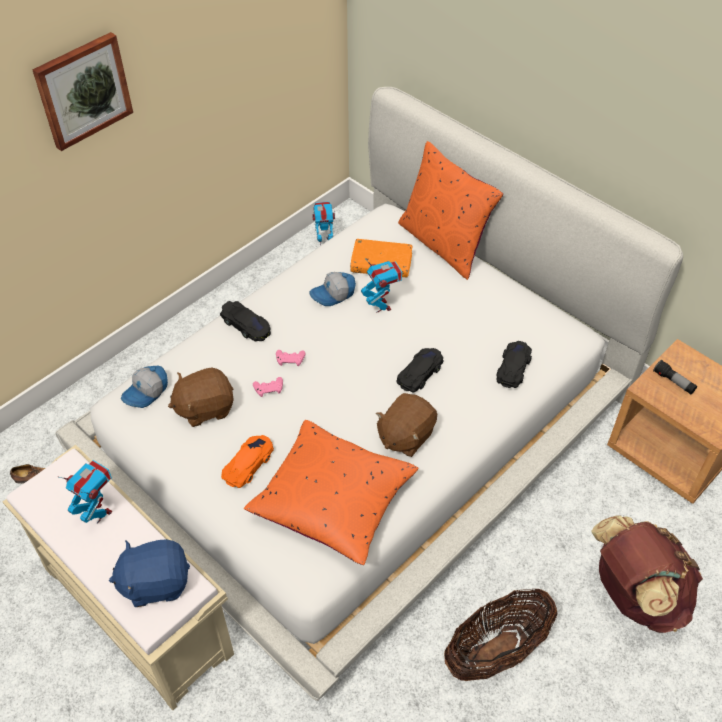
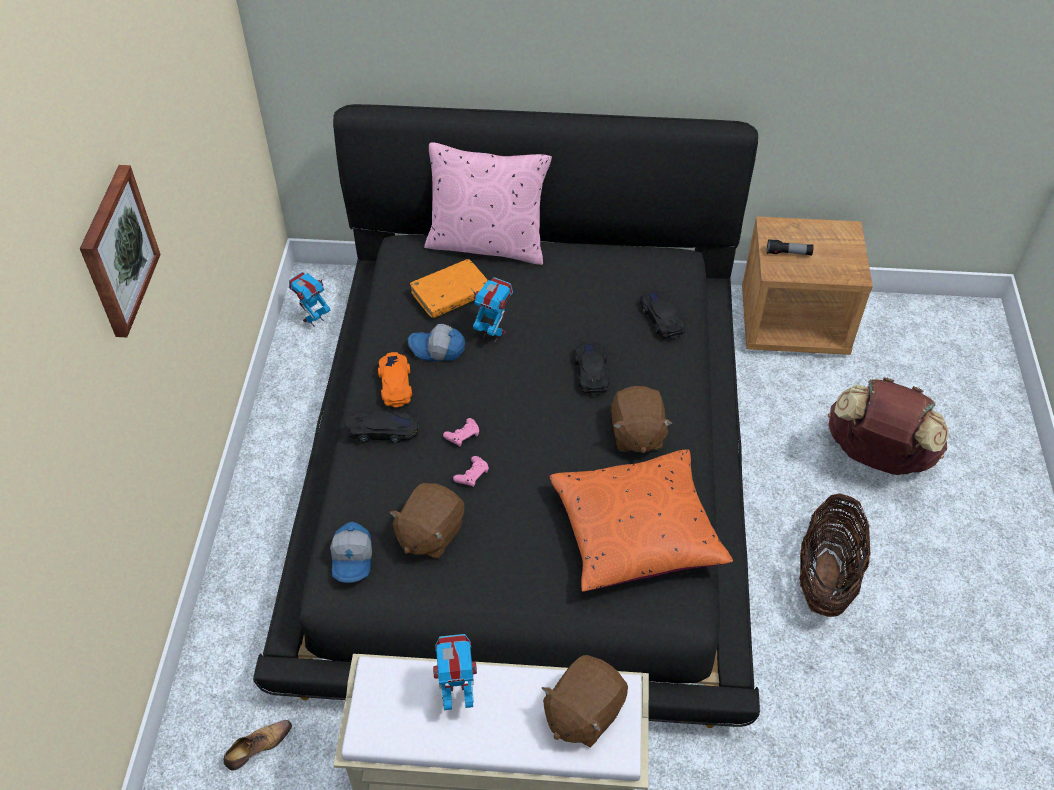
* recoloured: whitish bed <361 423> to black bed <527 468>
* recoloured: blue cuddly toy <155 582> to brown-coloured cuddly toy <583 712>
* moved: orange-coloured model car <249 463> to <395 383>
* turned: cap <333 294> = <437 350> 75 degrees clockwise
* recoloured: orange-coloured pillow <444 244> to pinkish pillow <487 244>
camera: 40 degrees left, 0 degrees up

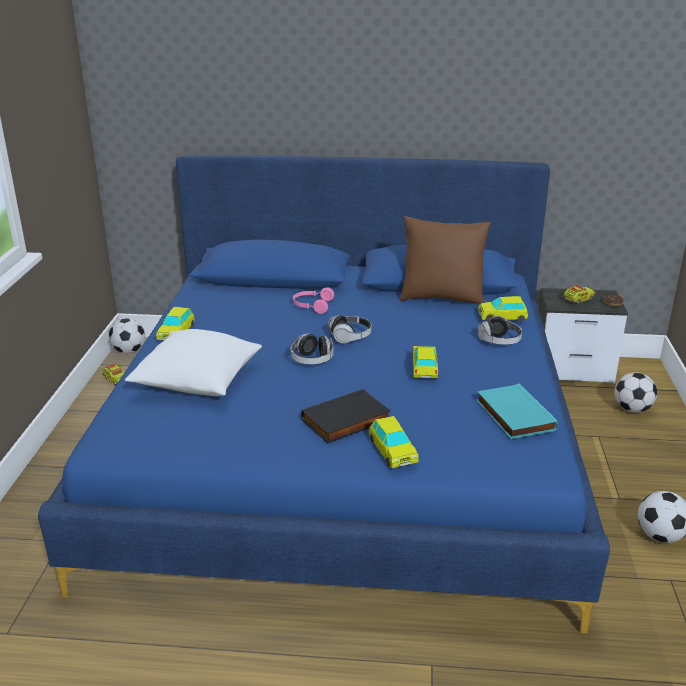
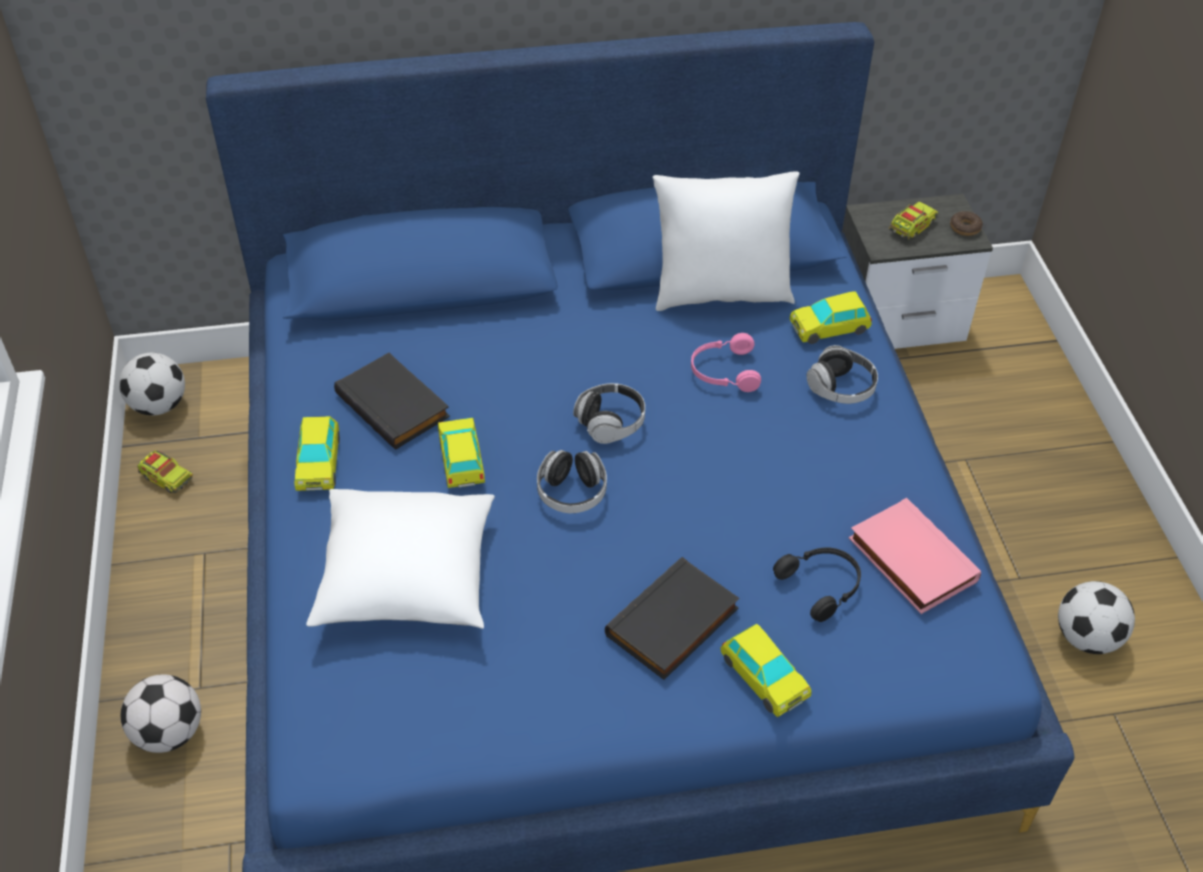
* moved: pinkish pair of headphones <312 305> to <723 371>
* recoloured: brown-coloured pillow <441 298> to whitish pillow <720 293>
* moved: model car <424 368> to <461 460>
* recoloured: blue-green book <513 415> to pinkish book <909 560>
* moved: ball for football <632 409> to <169 733>
* added: black book <395 404>
* added: black pair of headphones <821 585>
camera: 15 degrees left, 20 degrees up

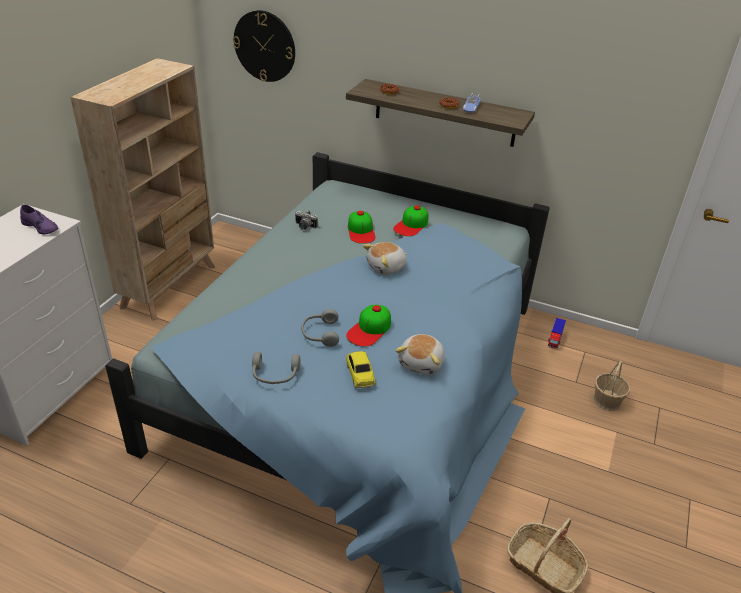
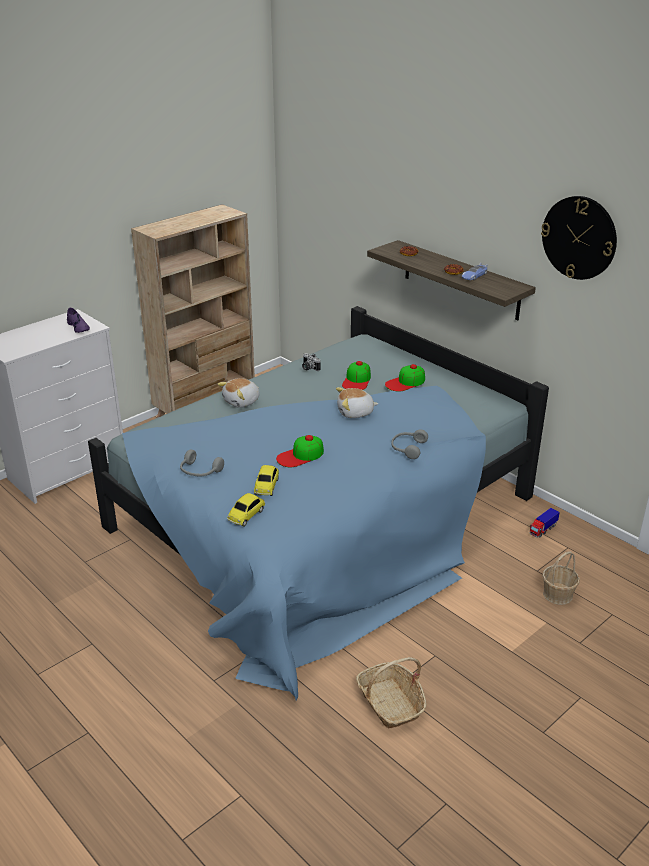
* moved: hanging clock <265 46> to <579 237>
* moved: grey pair of headphones <320 334> to <407 448>
* moved: cuddly toy <422 363> to <242 402>
* added: model car <246 515>
camera: 25 degrees right, 5 degrees down

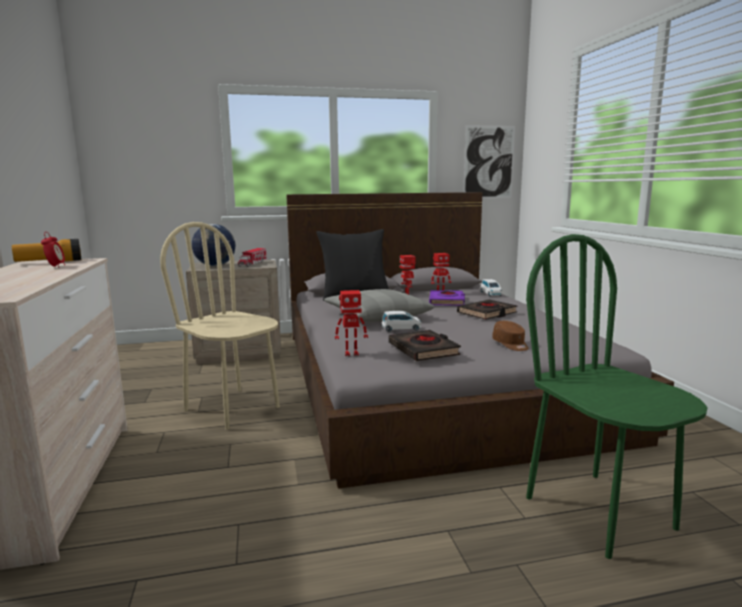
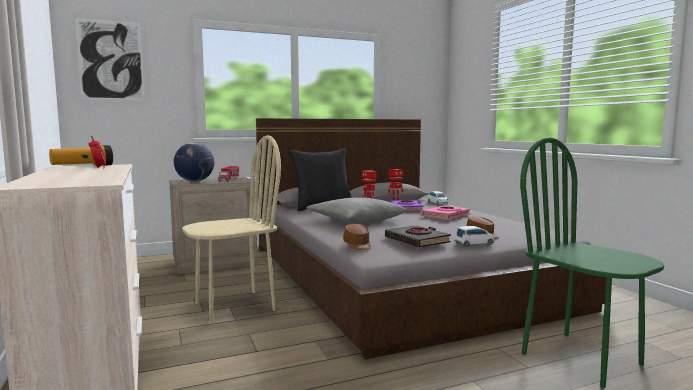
* turned: sand-coloured plain chair <233 408> = <234 306> 120 degrees clockwise
* replaced: model robot <351 353> to brown-coloured cap <357 245>
* moved: whitish model car <401 329> to <474 244>
* recoloured: black book <487 313> to pinkish book <446 216>
* moved: picture <489 162> to <111 60>
camera: 10 degrees left, 5 degrees down

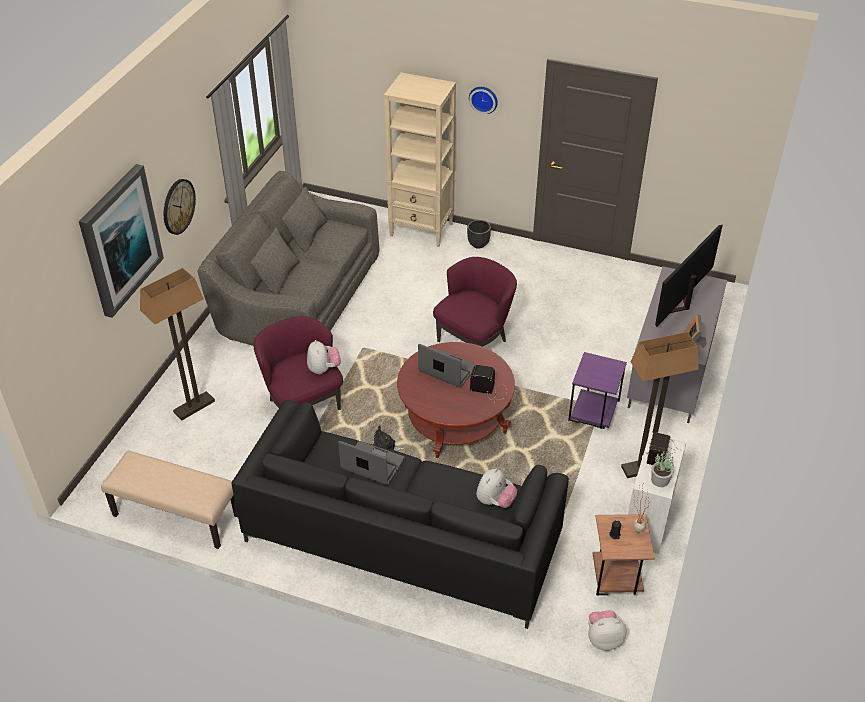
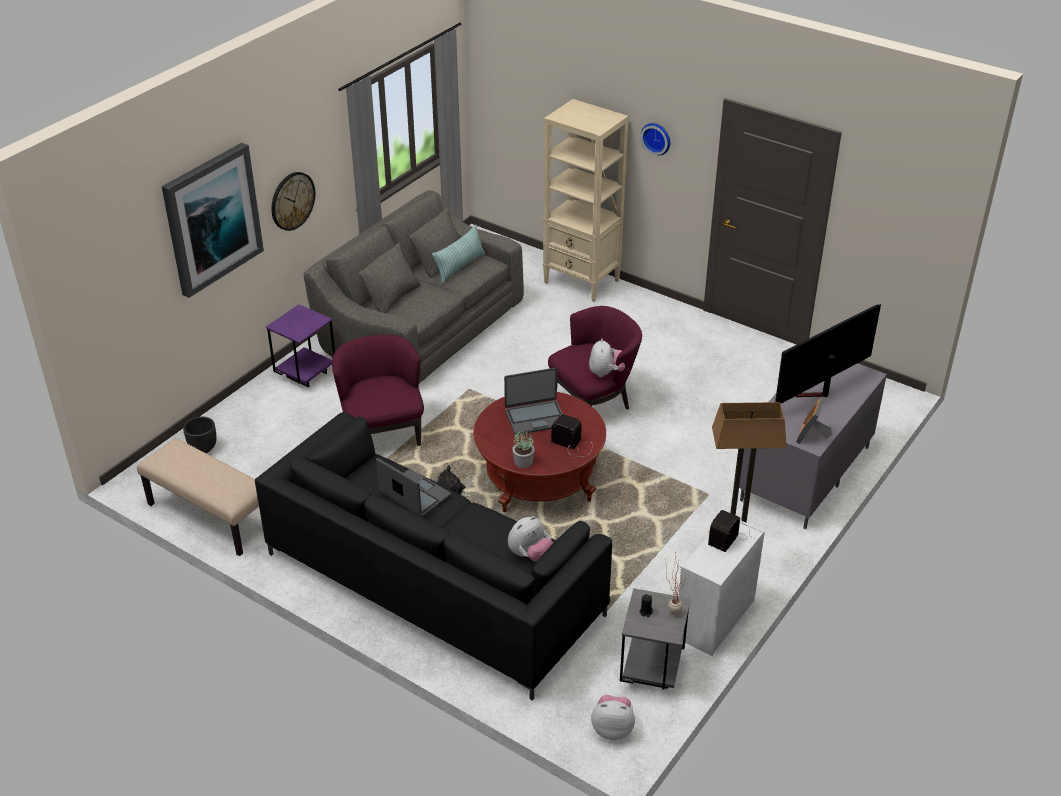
* removed: standing lamp <194 407>
* moved: cuddly toy <323 369> to <606 373>
* turned: portable computer <447 370> = <535 417> 120 degrees clockwise
* moved: black plant pot <478 244> to <203 449>
* moved: purple accent table <592 416> to <305 375>
* recoloured: brown-coloured accent table <614 579> to grey accent table <650 672>
* moved: houseplant <660 480> to <523 462>
* added: pillow <459 267>
camera: 15 degrees right, 5 degrees down

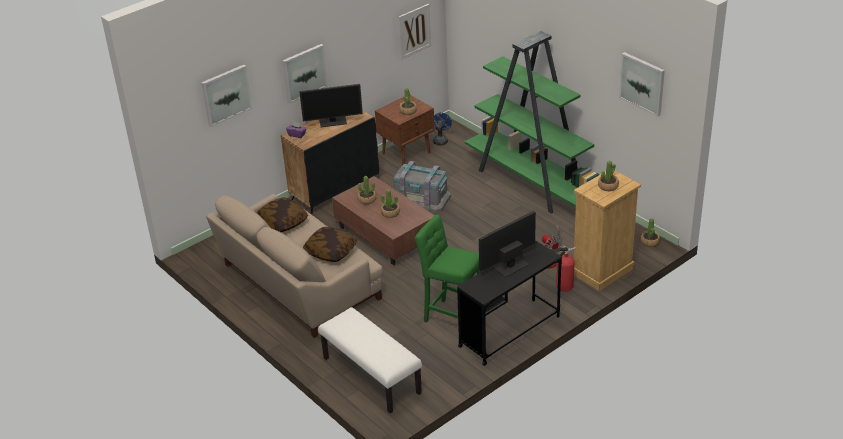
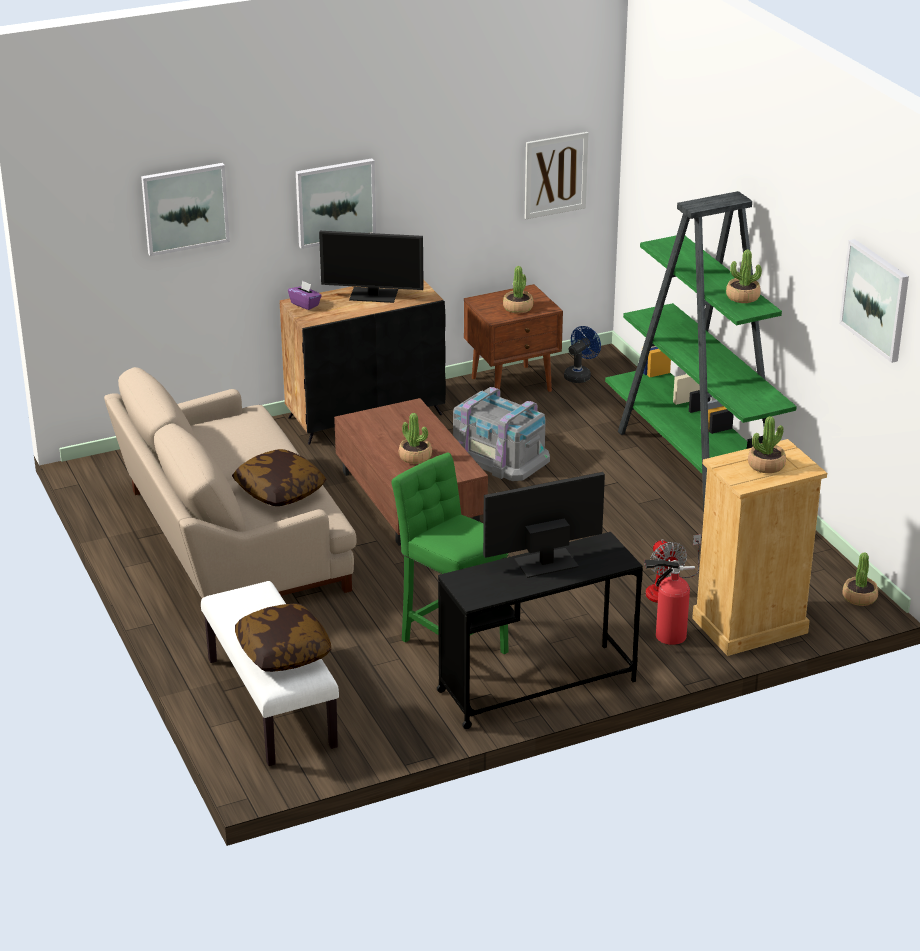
* moved: pillow <283 222> to <283 652>
* moved: houseplant <367 199> to <742 297>
camera: 15 degrees right, 5 degrees down

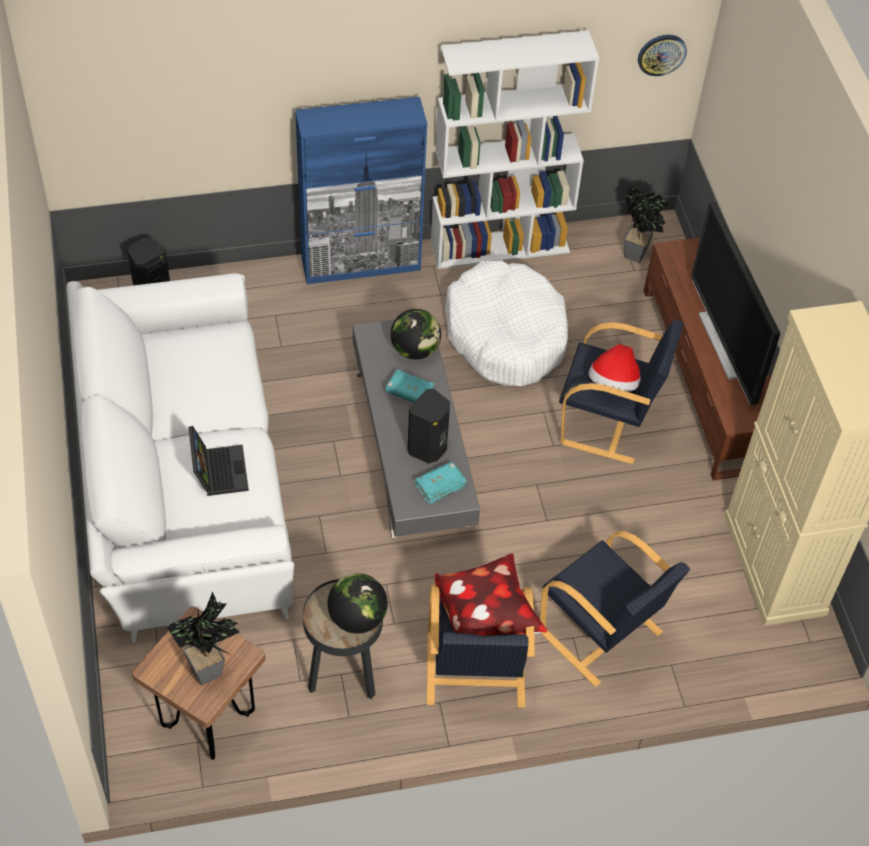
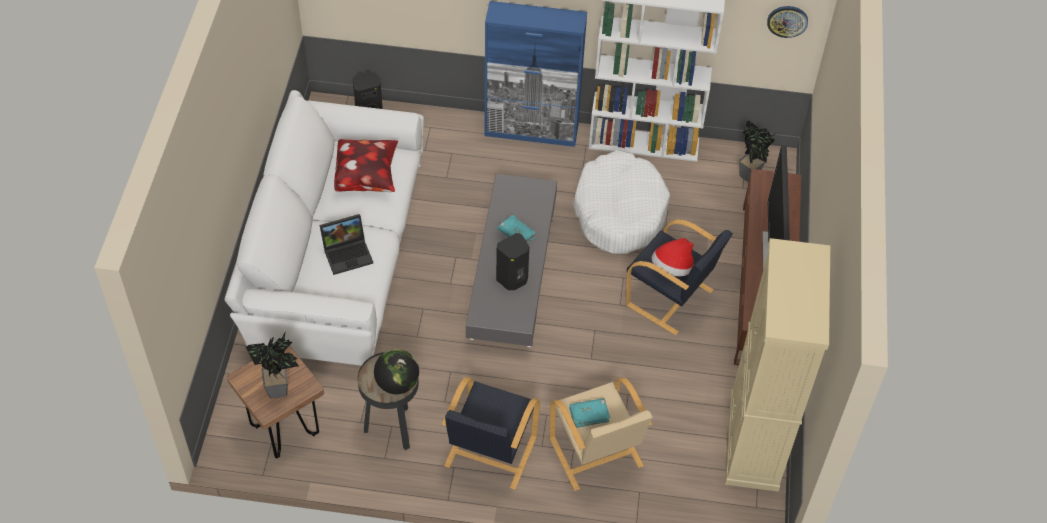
* turned: portable computer <218 470> = <348 253> 60 degrees clockwise
* removed: world globe <415 350>
* moved: blue-green book <440 486> to <589 415>
* moved: pillow <487 616> to <367 177>
* recoloured: black easy chair <601 634> to sand-coloured easy chair <596 454>
camera: 20 degrees right, 0 degrees up

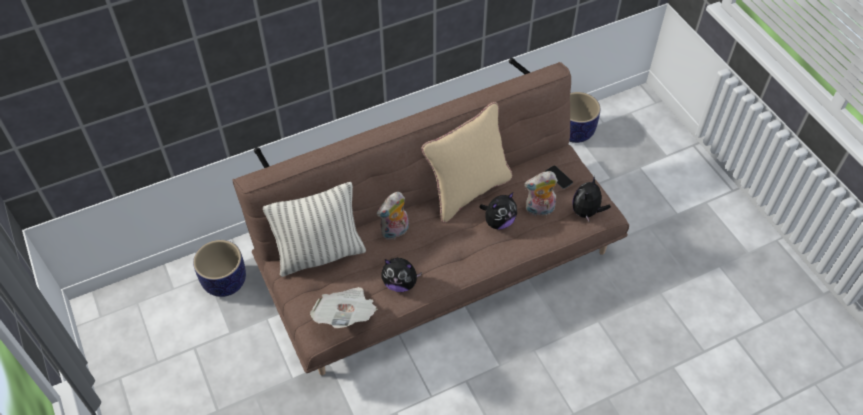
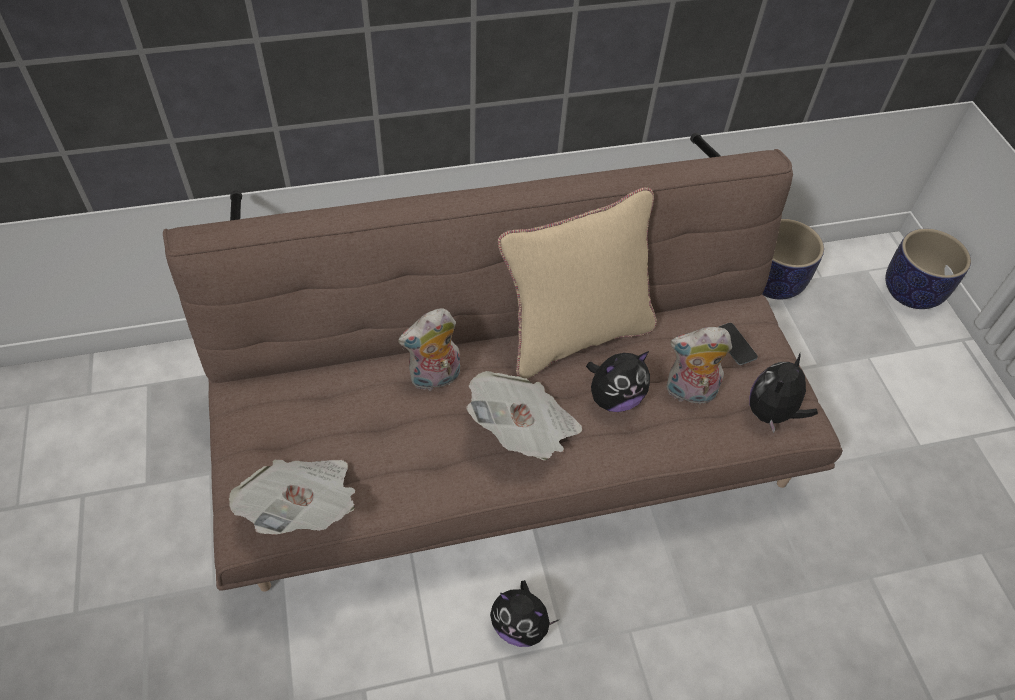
* moved: plant pot <225 282> to <911 292>
* removed: pillow <320 254>
* moved: cuddly toy <400 283> to <520 625>
* added: daily paper <524 430>
camera: 10 degrees right, 0 degrees up

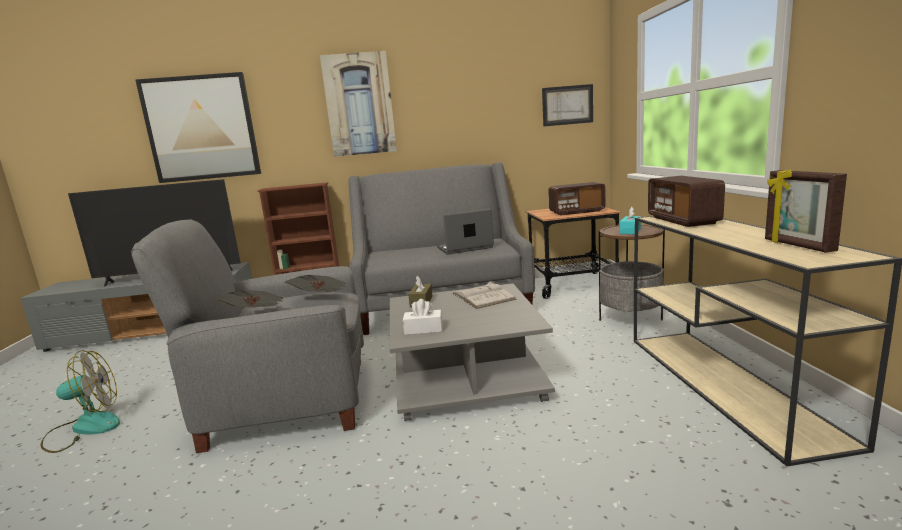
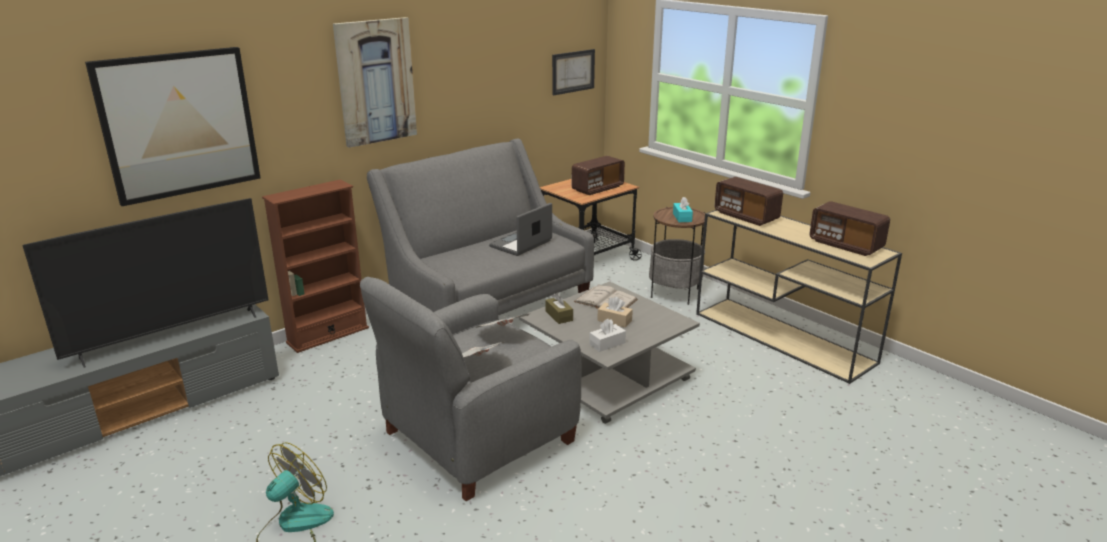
* replaced: photo frame <797 246> to radio <846 245>
* added: sand-coloured box of tissues <614 320>
camera: 35 degrees left, 10 degrees up

